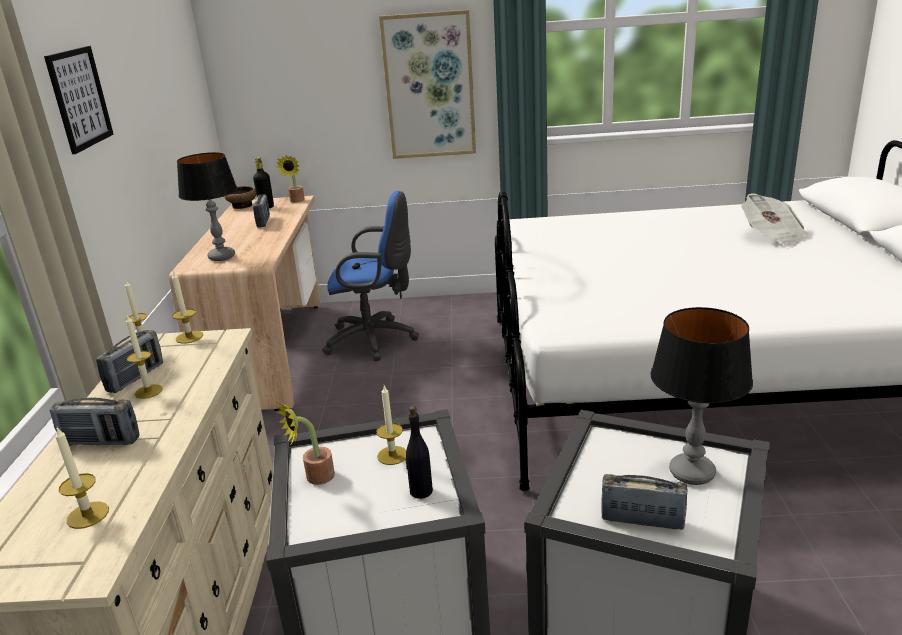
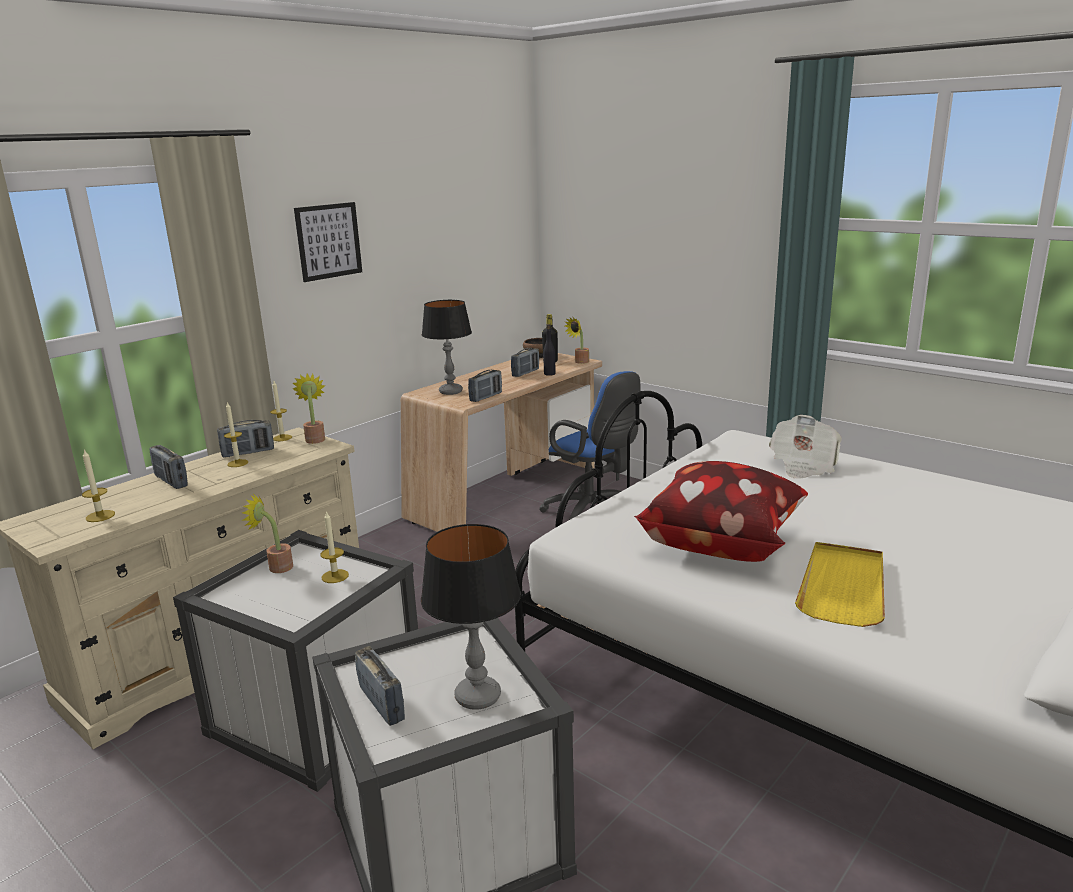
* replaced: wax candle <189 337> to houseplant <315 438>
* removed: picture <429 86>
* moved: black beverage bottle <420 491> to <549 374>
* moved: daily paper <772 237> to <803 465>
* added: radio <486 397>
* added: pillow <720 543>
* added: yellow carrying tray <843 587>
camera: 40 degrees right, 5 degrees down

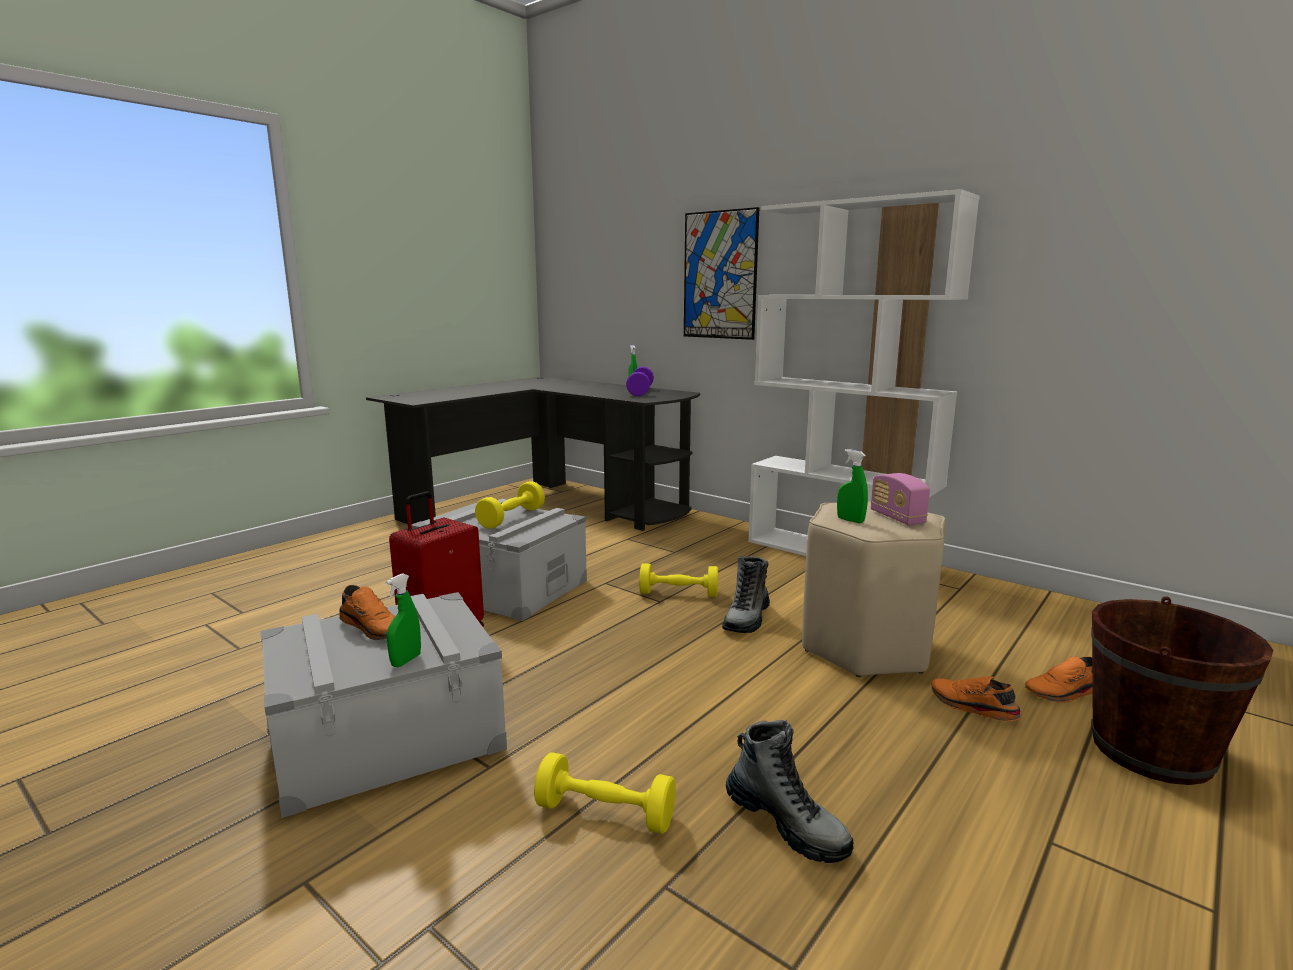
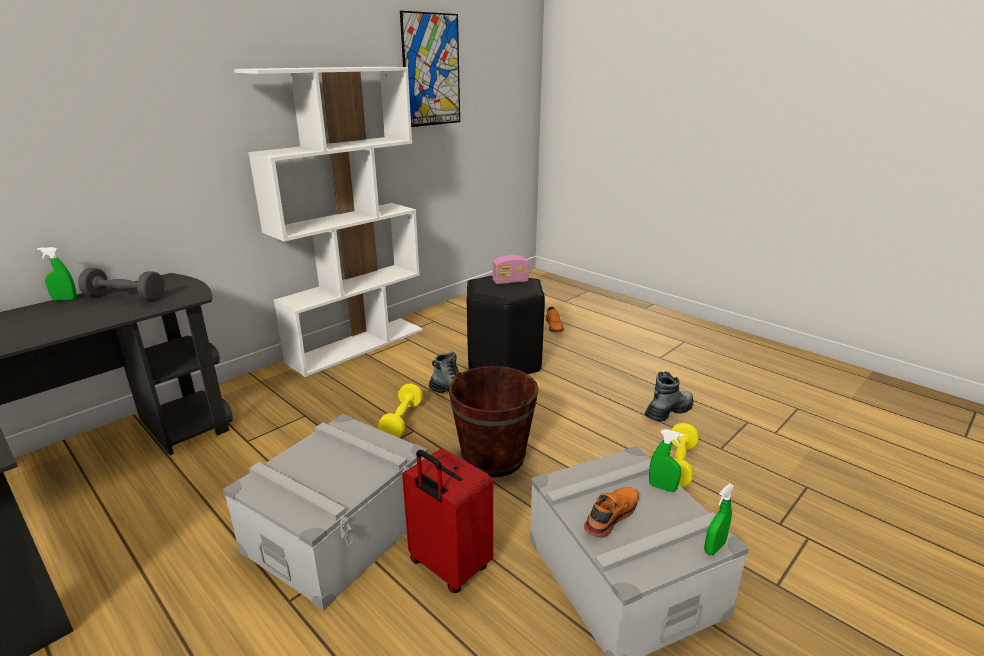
* removed: yellow dumbbell <511 518>
* recoloured: purple dumbbell <640 392> to grey dumbbell <125 297>
* moved: picture <720 275> to <431 70>
* recoloured: sand-coloured stool <864 646> to black stool <503 363>
* moved: green hand sprayer <850 520> to <714 547>
* removed: orange-coloured shoe <972 707>
* moved: brown-coloured pail <1151 751> to <493 457>
camera: 85 degrees left, 10 degrees up

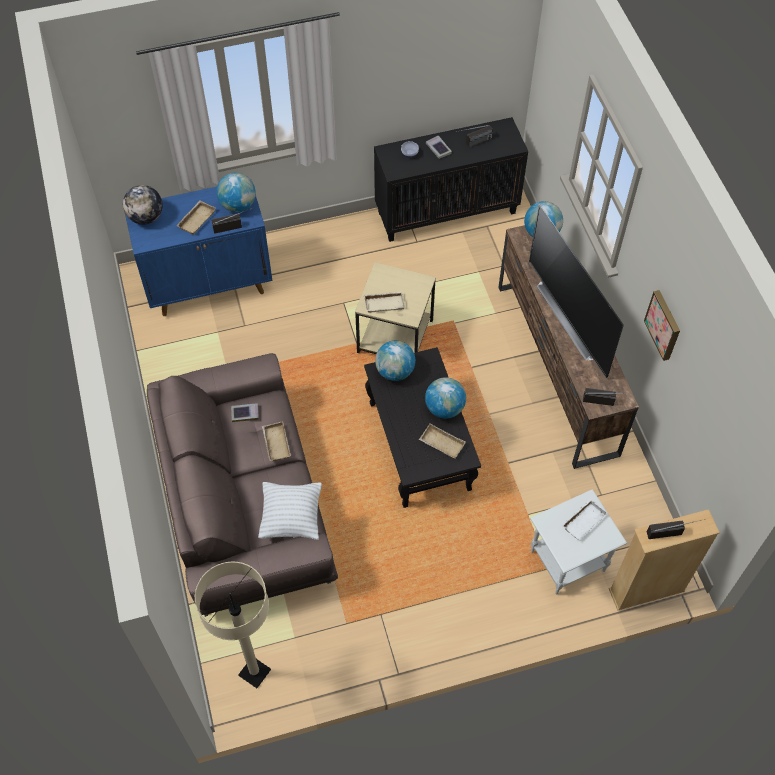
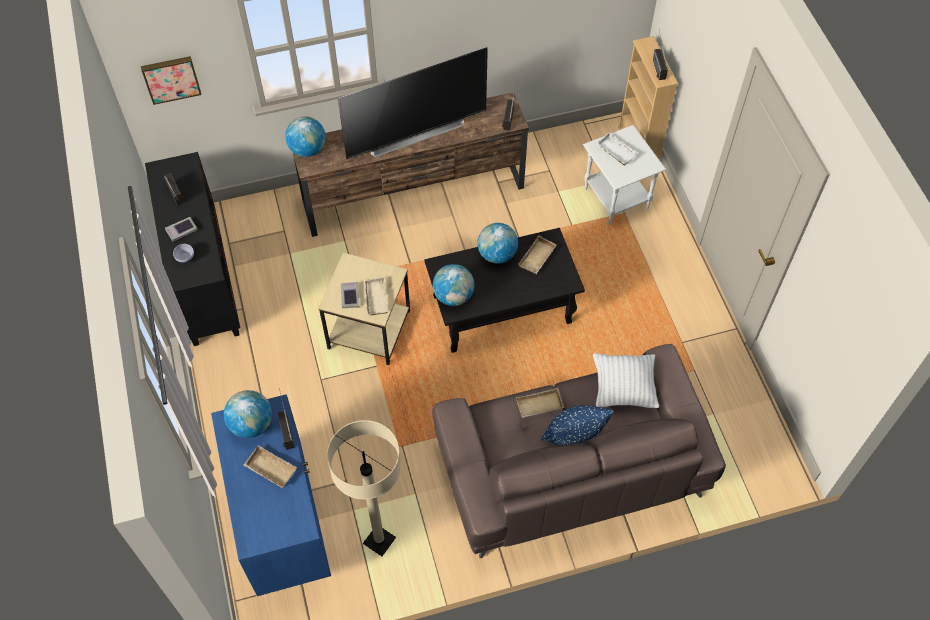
* removed: world globe <146 217>
* moved: sand-coloured standing lamp <254 672> to <379 541>
* moved: book <245 413> to <350 296>
* moved: picture <664 324> to <171 78>
* added: blue pillow <573 436>
camera: 90 degrees left, 0 degrees up

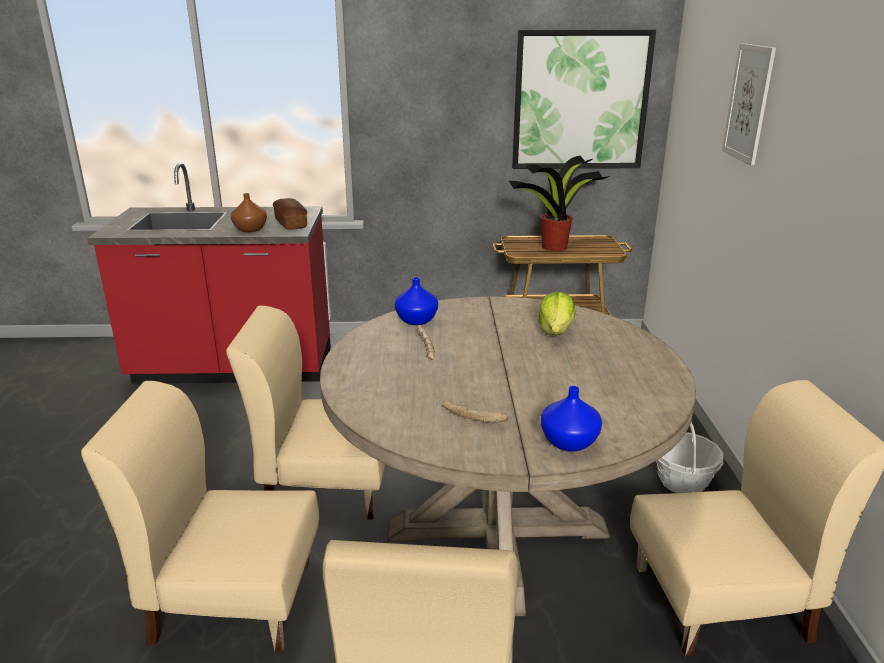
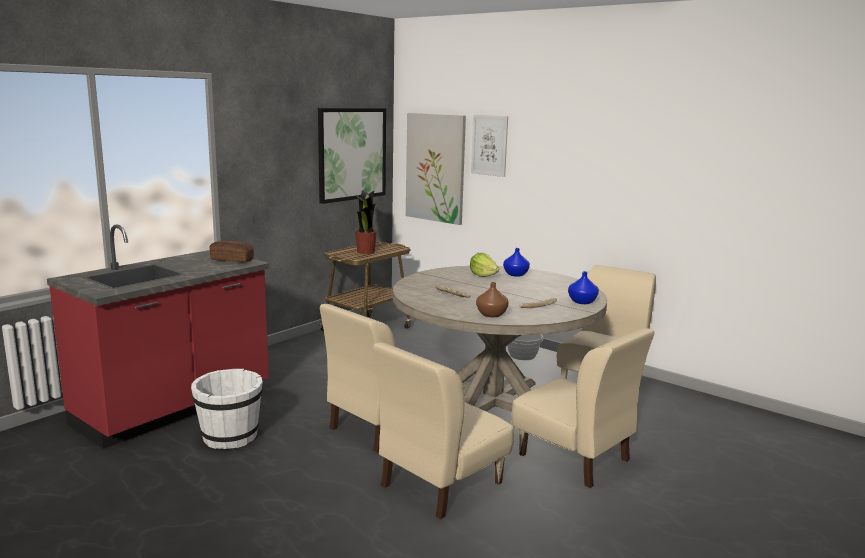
* moved: brown-coloured decorative vase <250 230> to <492 315>
* moved: blue decorative vase <416 320> to <515 274>
* added: whitish pail <230 437>
* added: picture <435 168>
camera: 50 degrees left, 10 degrees down

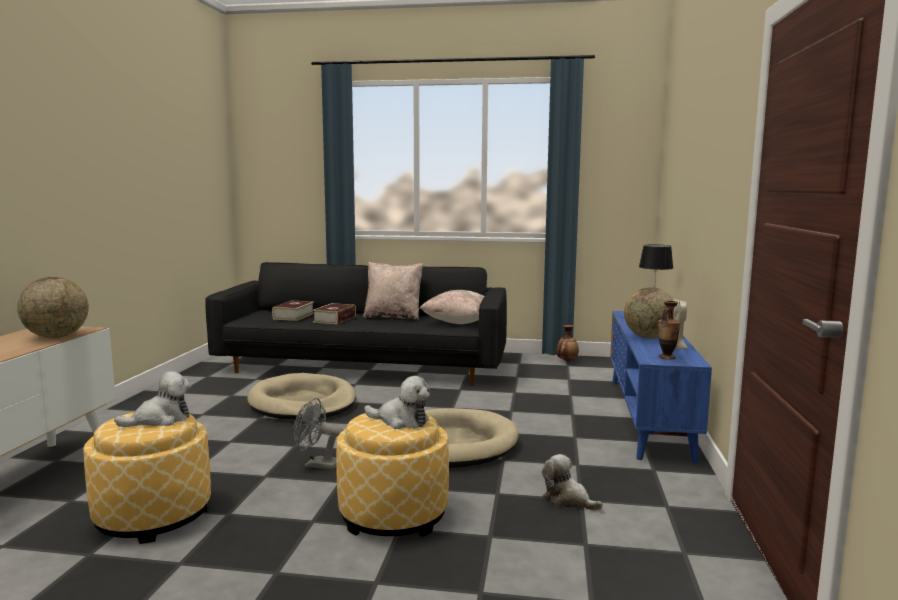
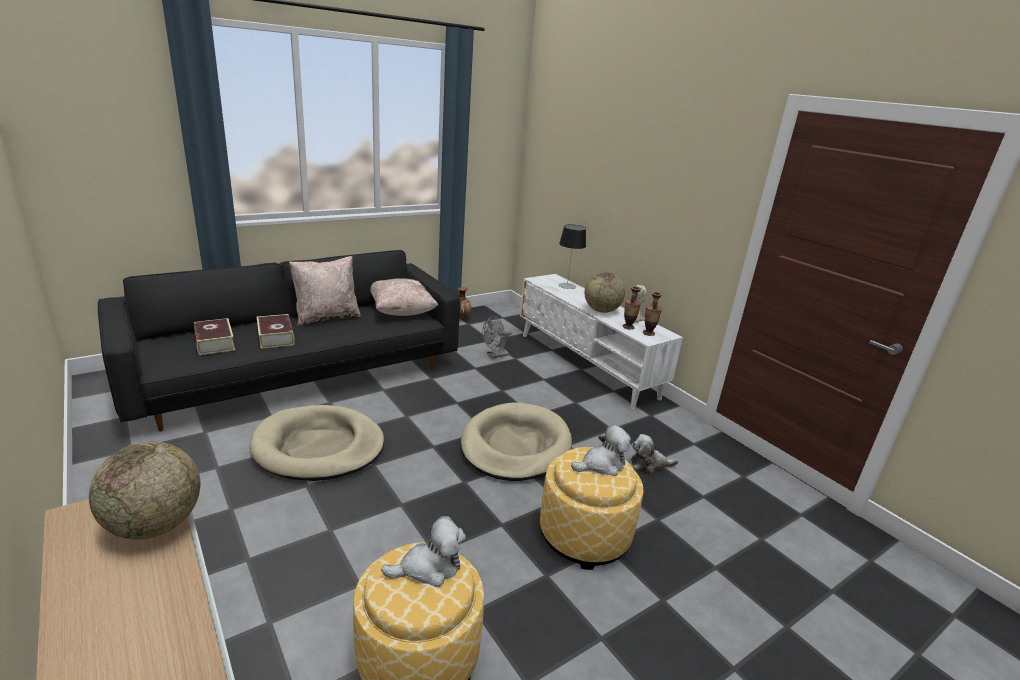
* turned: cuddly toy <160 420> = <429 568> 60 degrees clockwise
* moved: grey fan <316 465> to <495 355>
* recoloured: blue tv stand <649 416> to whitish tv stand <587 365>
* added: decorative vase <628 327>
camera: 45 degrees left, 15 degrees up

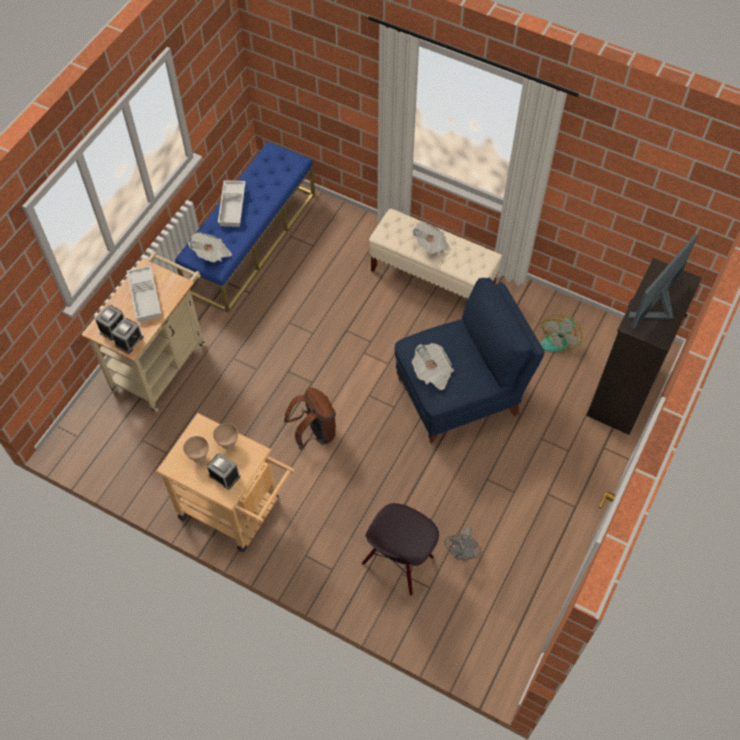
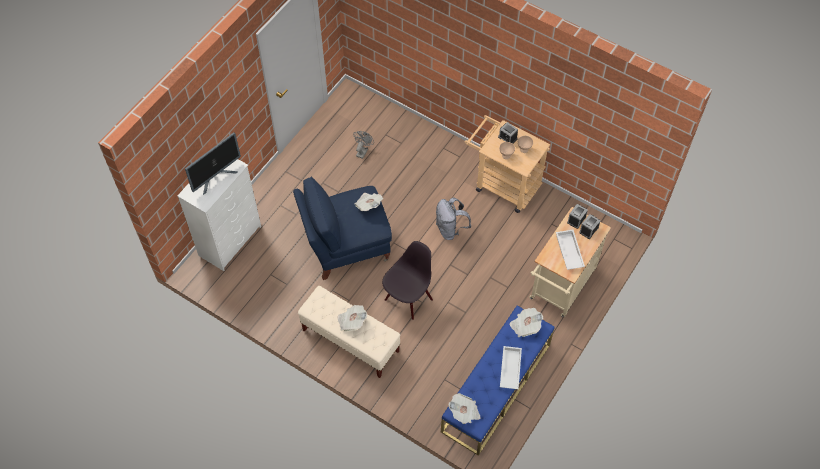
* recoloured: brown-coloured rucksack <314 433> to grey rucksack <450 229>
* moved: black plain chair <398 562> to <408 299>
* removed: fan <558 338>
* recoloured: black dresser <622 392> to whitish dresser <231 241>
* added: daily paper <464 412>
camera: 175 degrees left, 0 degrees up

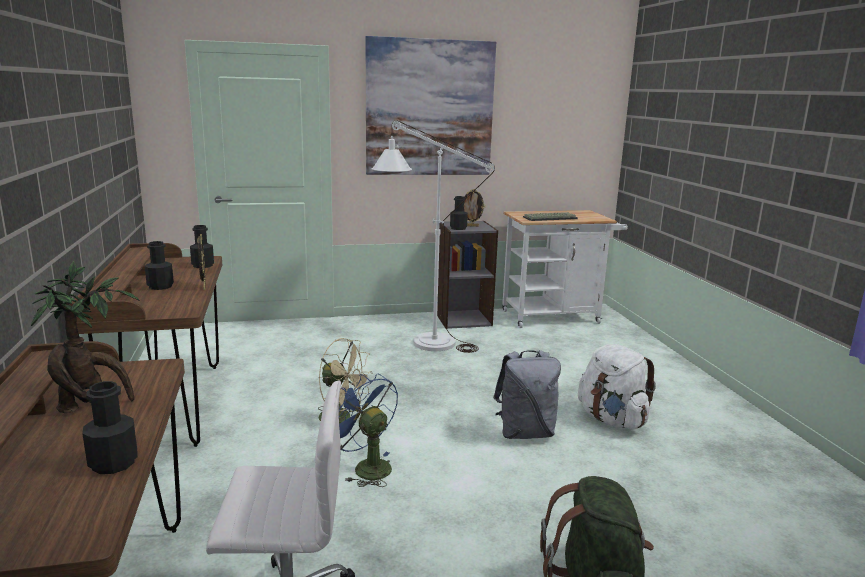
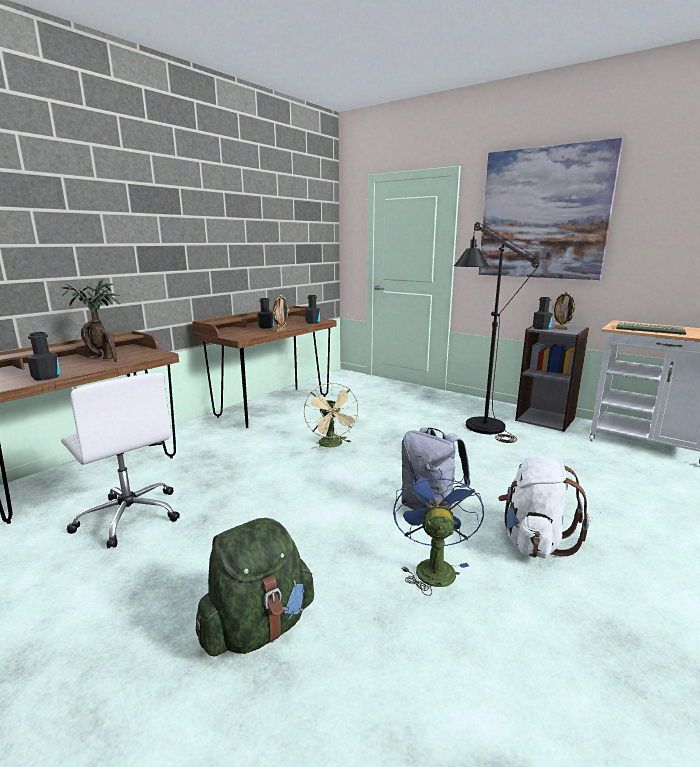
* moved: blue fan <366 467> to <432 567>
* recoloured: whitish standing lamp <422 341> to black standing lamp <478 422>
camera: 50 degrees right, 0 degrees up

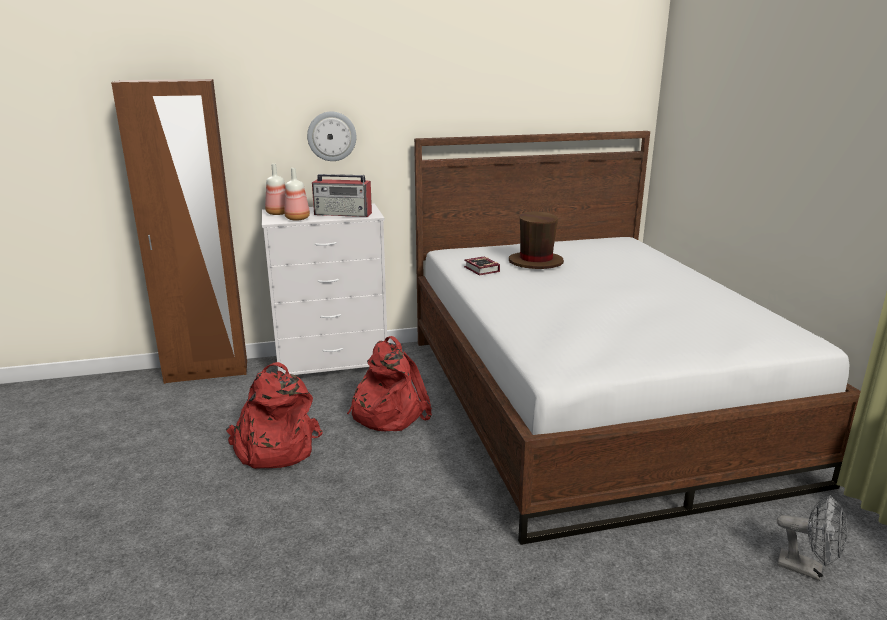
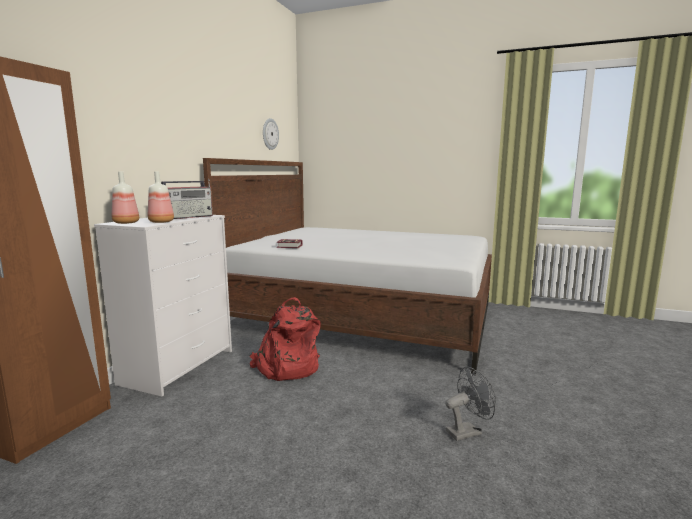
* removed: red rucksack <274 448>
* moved: hanging clock <331 136> to <270 134>
* removed: brown-coloured hat <535 262>
* moved: grey fan <807 569> to <467 431>
camera: 55 degrees left, 10 degrees down

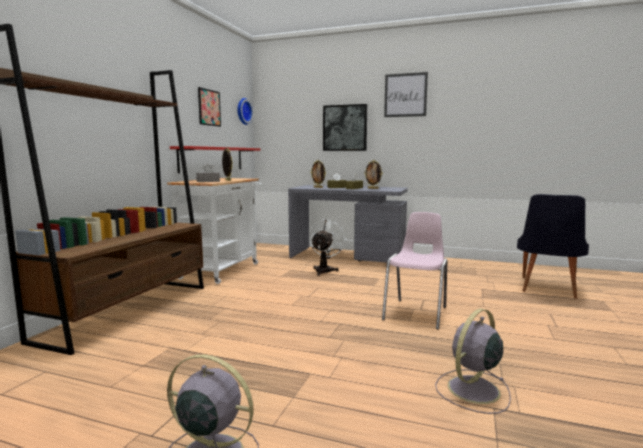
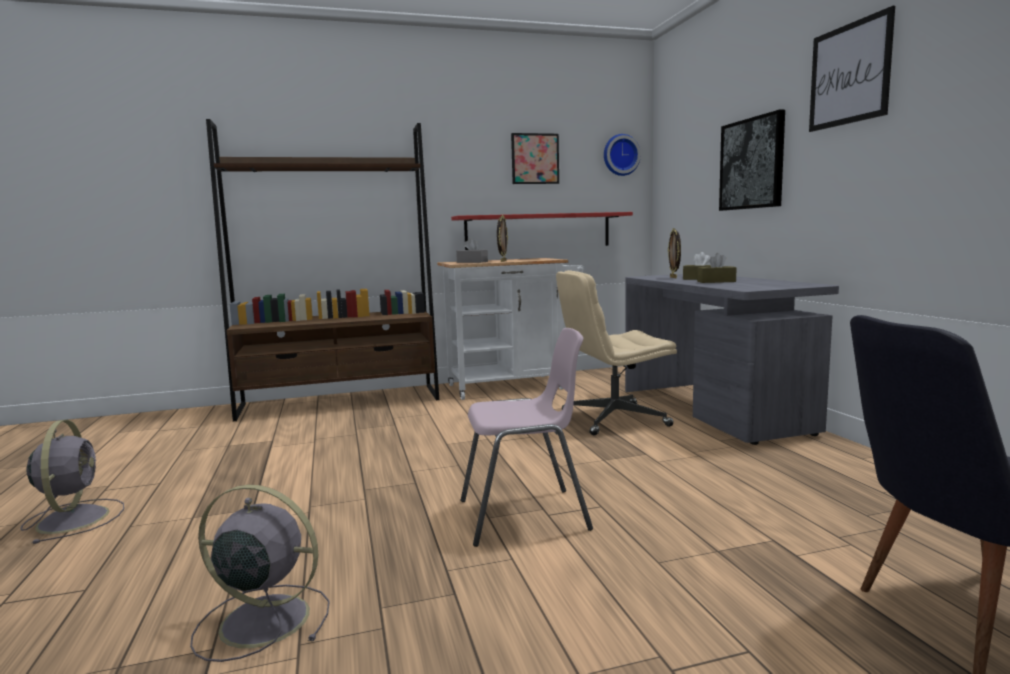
* replaced: whitish fan <325 270> to sand-coloured computer chair <613 419>
* removed: photo frame <373 188>
camera: 55 degrees right, 0 degrees up

